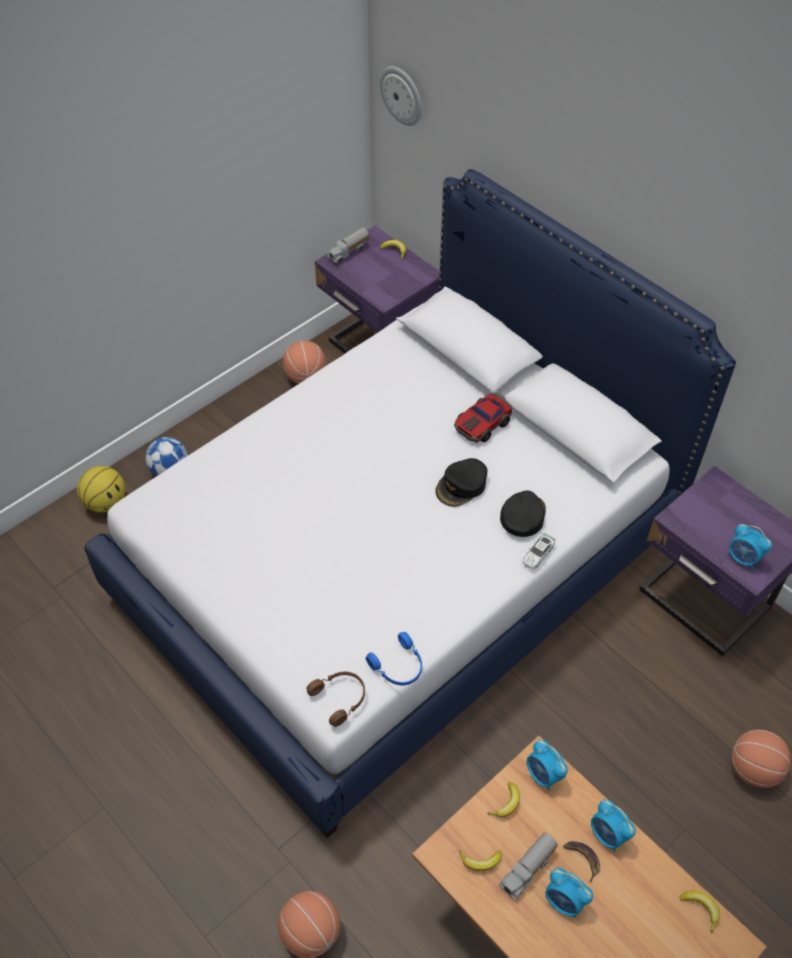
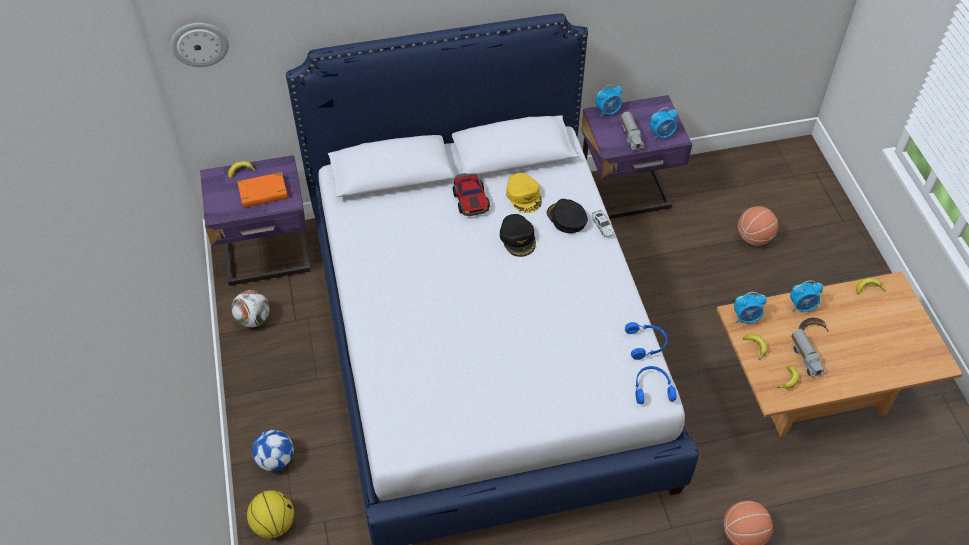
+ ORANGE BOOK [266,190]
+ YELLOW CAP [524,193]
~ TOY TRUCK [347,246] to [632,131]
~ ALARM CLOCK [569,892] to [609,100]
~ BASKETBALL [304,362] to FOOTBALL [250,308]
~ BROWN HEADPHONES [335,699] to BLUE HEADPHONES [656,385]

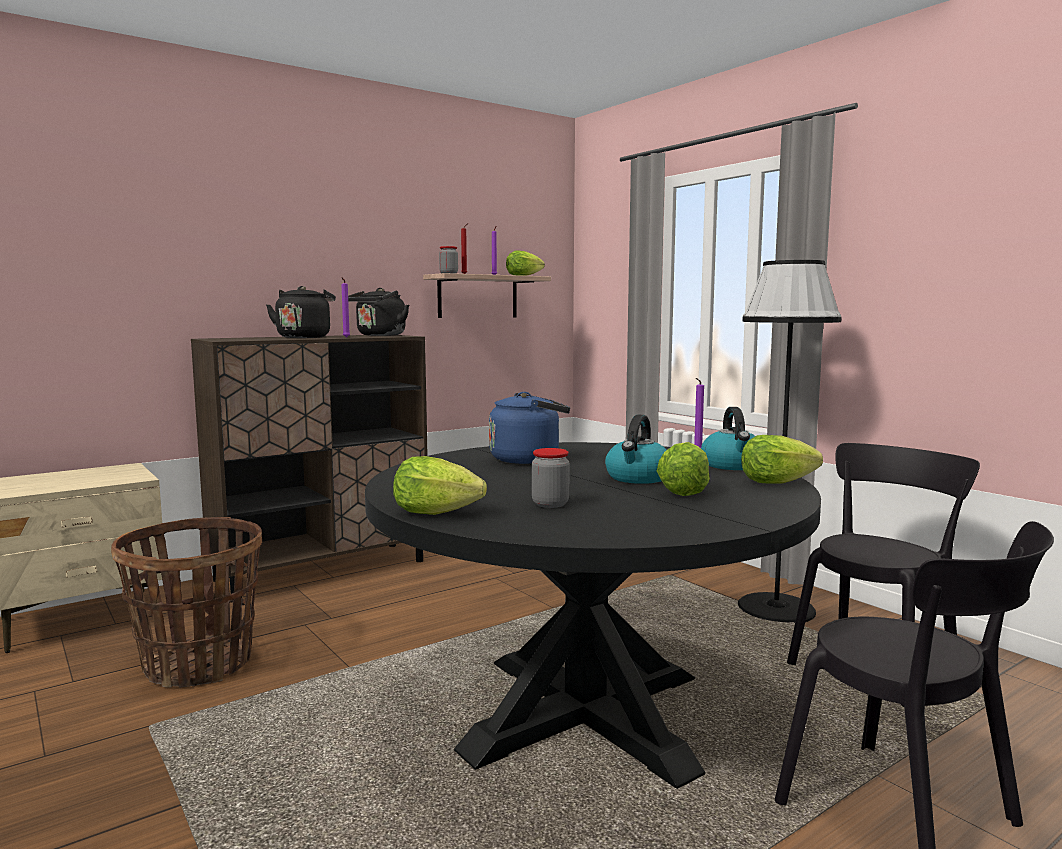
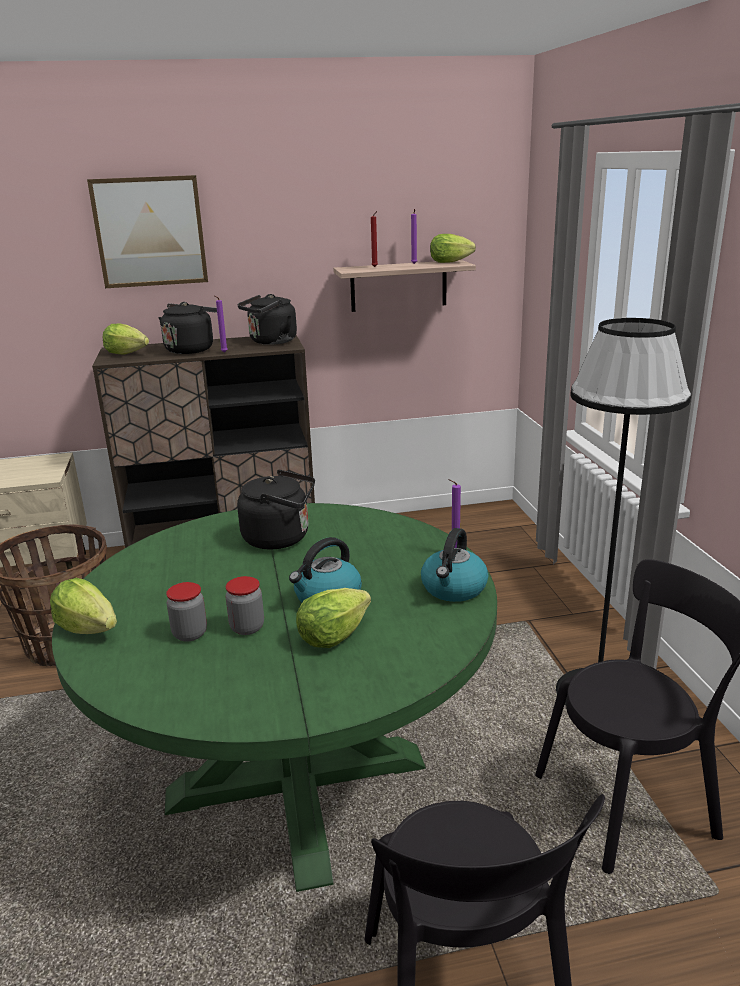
+ PICTURE [147,231]
~ JAR [448,260] to [245,605]
~ LETTUCE [782,459] to [126,339]
~ BLACK DINING TABLE [593,615] to GREEN DINING TABLE [274,697]
~ BLUE KETTLE [529,428] to BLACK KETTLE [276,510]

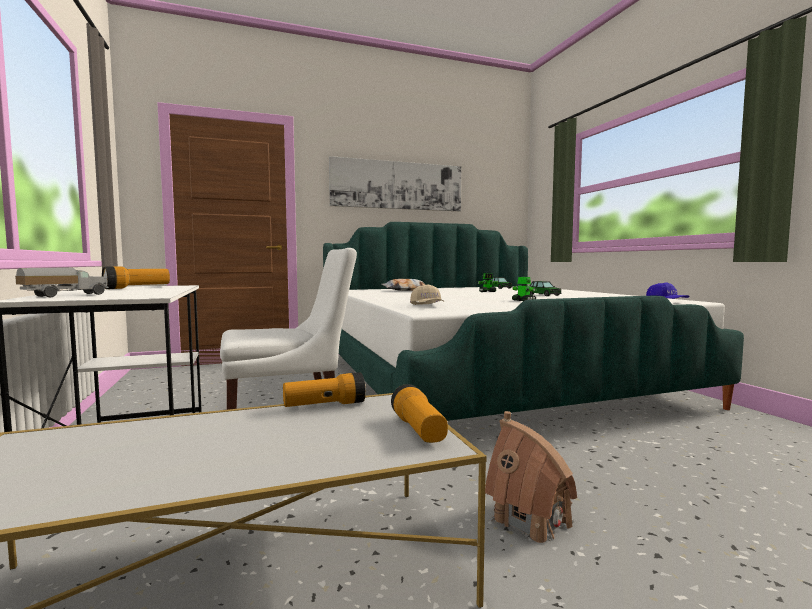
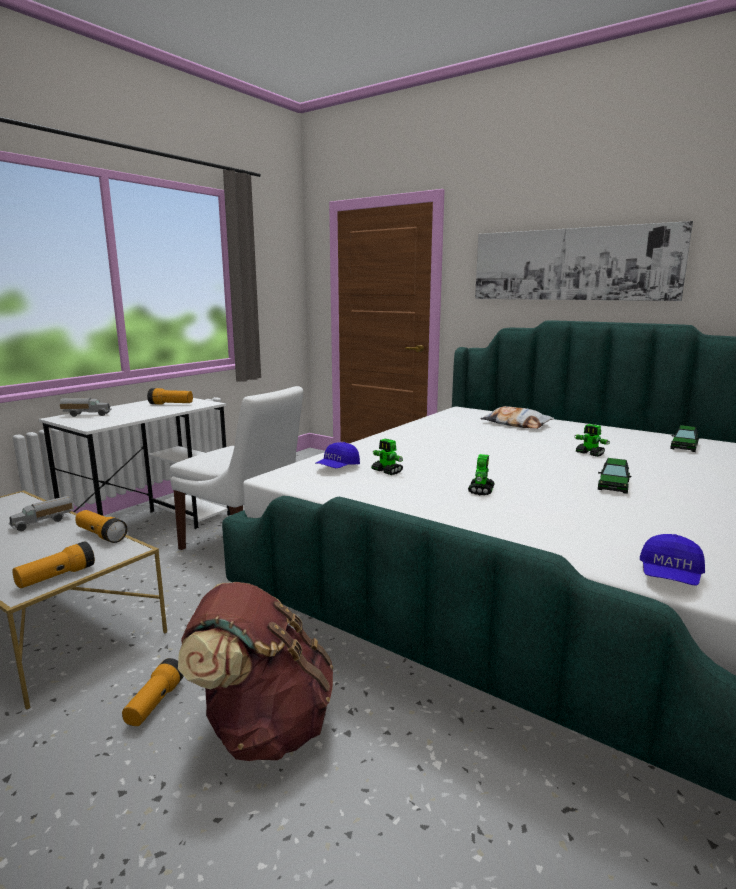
+ TOY TRUCK [41,513]
+ BROWN BACKPACK [255,671]
+ TOY ROBOT [387,457]
~ TOY HOUSE [531,478] to FLASHLIGHT [153,692]
~ BEIGE CAP [427,294] to BLUE CAP [337,455]

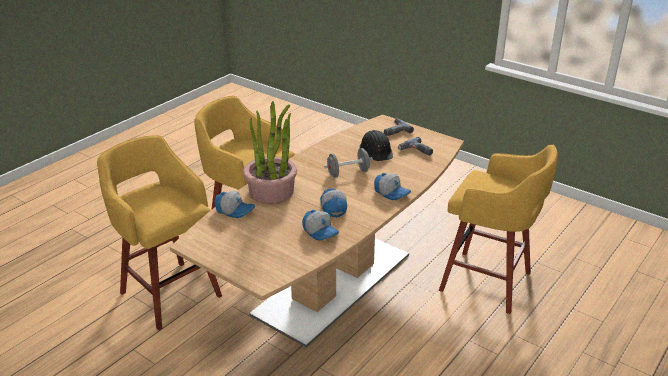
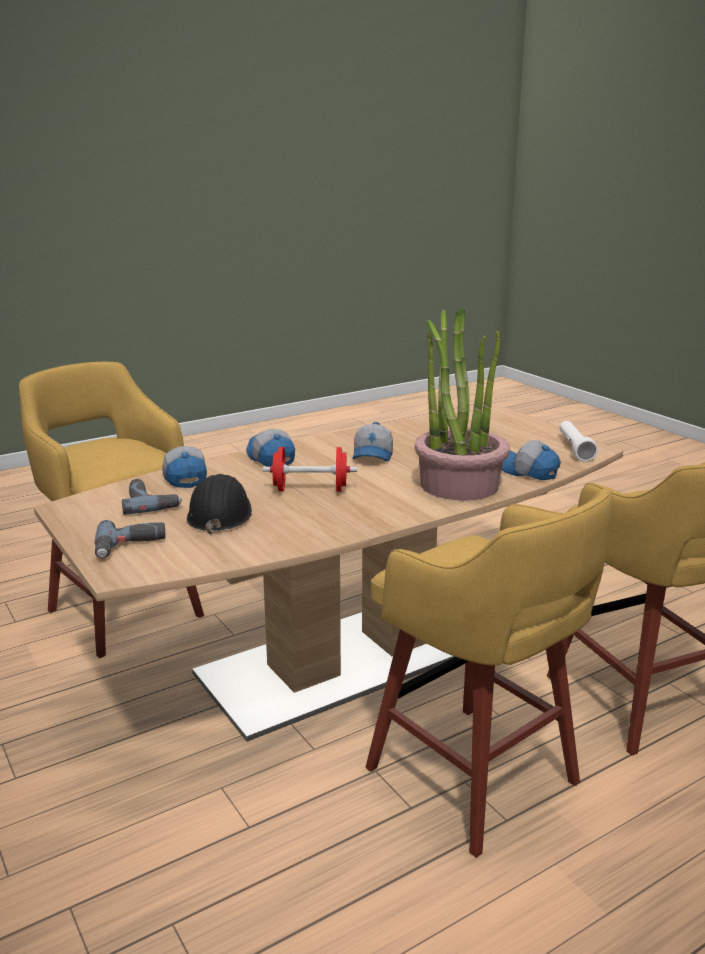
+ WHITE FLASHLIGHT [578,441]
~ CAP [320,225] to [184,467]
~ GREY DUMBBELL [348,163] to RED DUMBBELL [310,469]

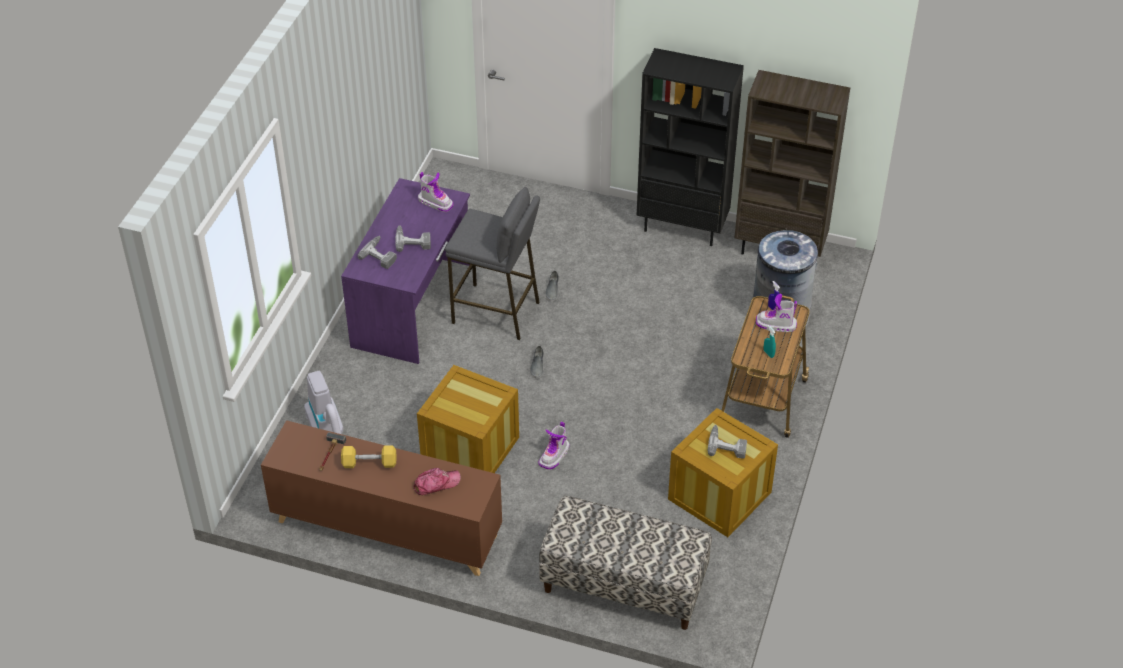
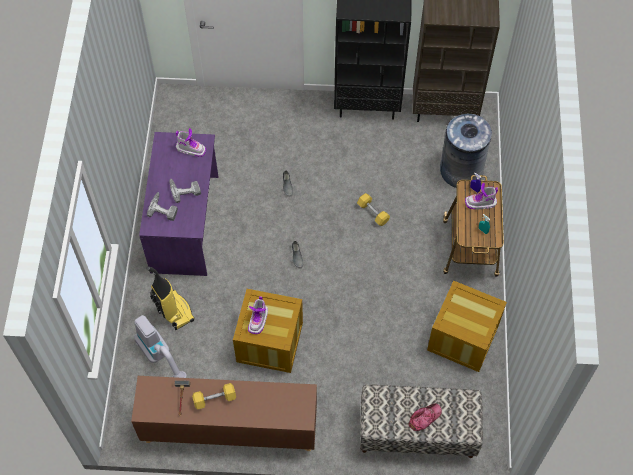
- GREY STOOL [492,263]
- POWER DRILL [727,442]
+ VACUUM CLEANER [170,298]
+ YELLOW DUMBBELL [373,209]
~ CAP [437,481] to [425,417]
~ BOOT [554,446] to [258,315]

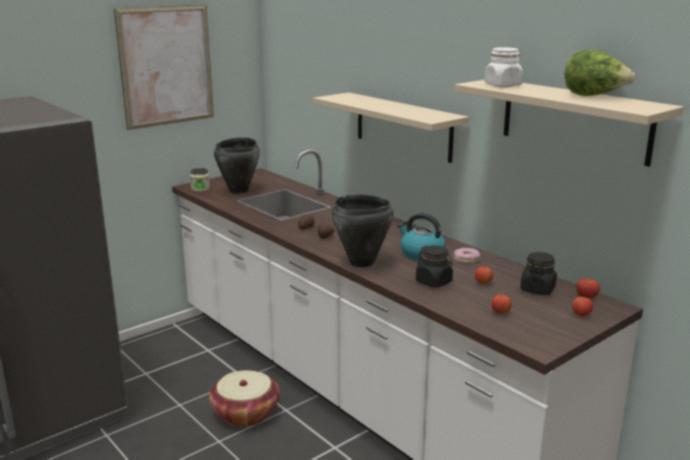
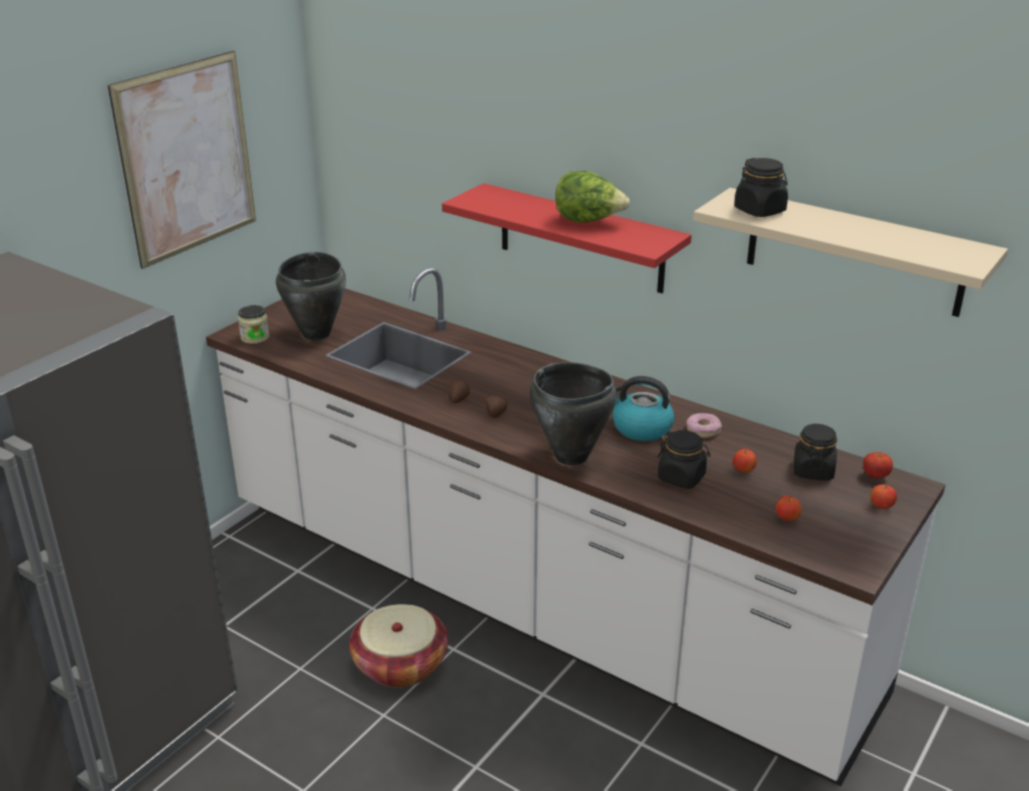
~ LETTUCE [600,73] to [592,197]
~ BEIGE SHELF [391,128] to RED SHELF [567,238]
~ WHITE JAR [503,67] to BLACK JAR [761,187]

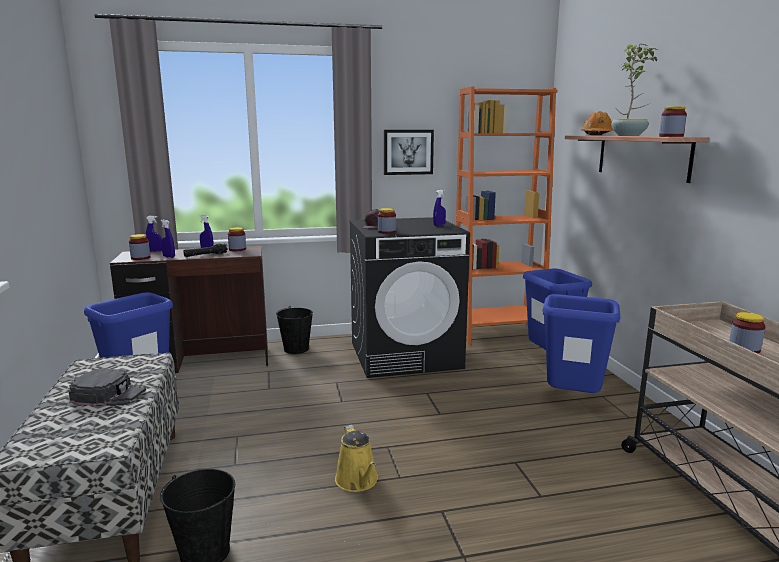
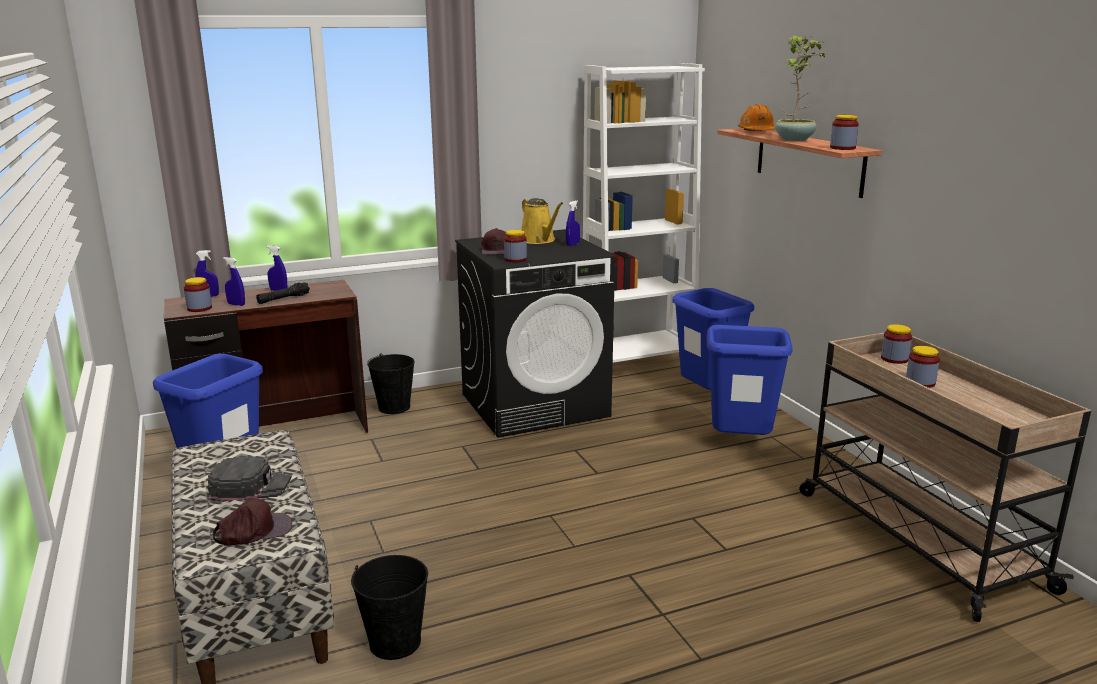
- PICTURE [409,152]
+ BROWN CAP [252,521]
~ JAR [237,239] to [896,344]
~ YELLOW WATERING CAN [356,458] to [542,221]
~ ORANGE BOOKCASE [507,215] to WHITE BOOKCASE [644,213]

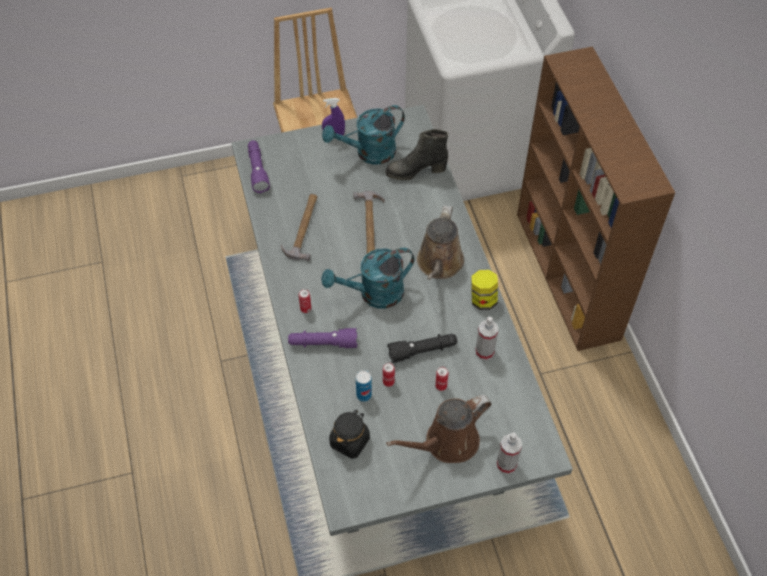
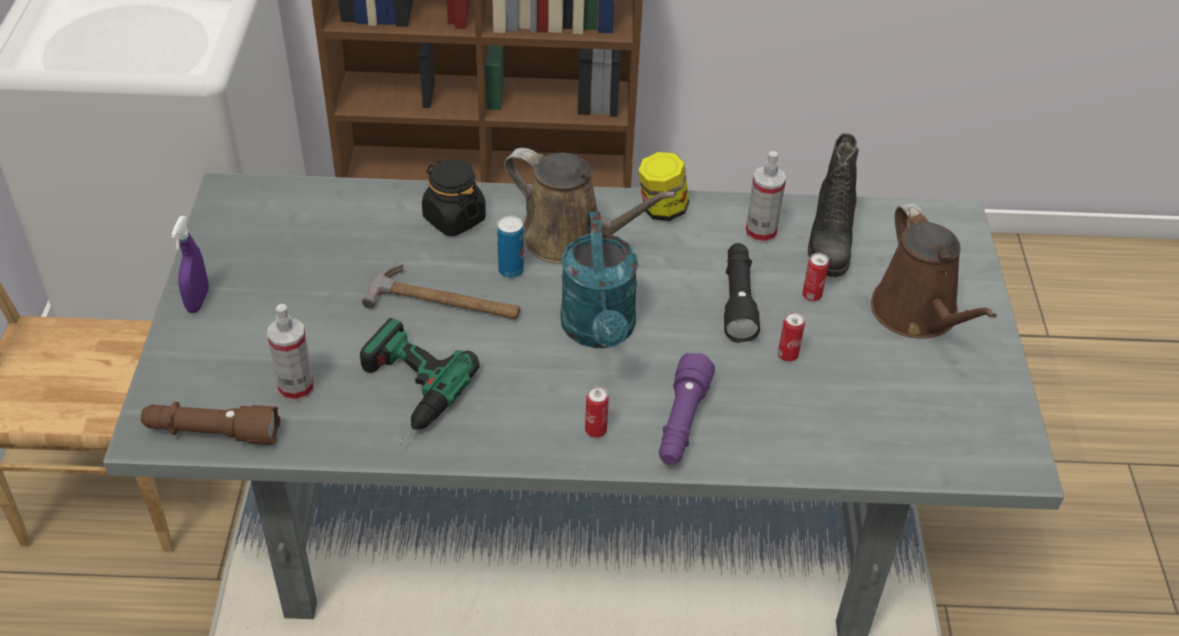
- TURQUOISE WATERING CAN [363,135]
~ BLACK JAR [349,434] to [454,198]
~ CAN [364,386] to [510,246]
~ BLACK BOOT [417,154] to [833,205]
~ SPRAY BOTTLE [509,453] to [290,353]
~ HAMMER [299,227] to POWER DRILL [419,382]
~ PURPLE FLASHLIGHT [259,166] to BROWN FLASHLIGHT [210,423]

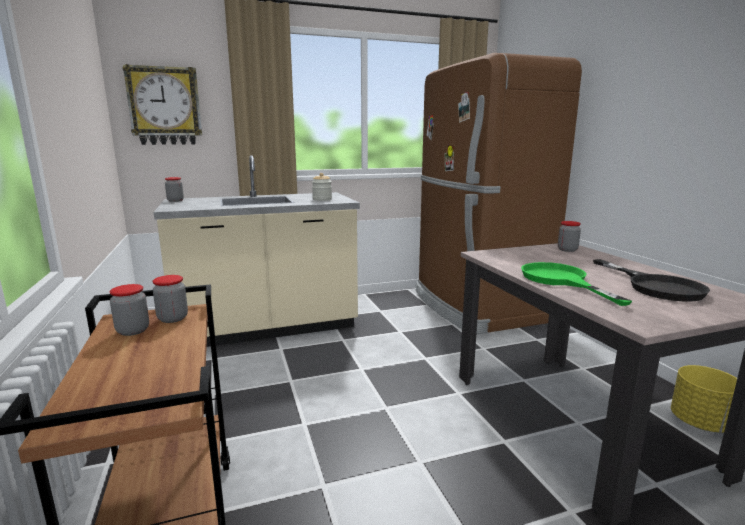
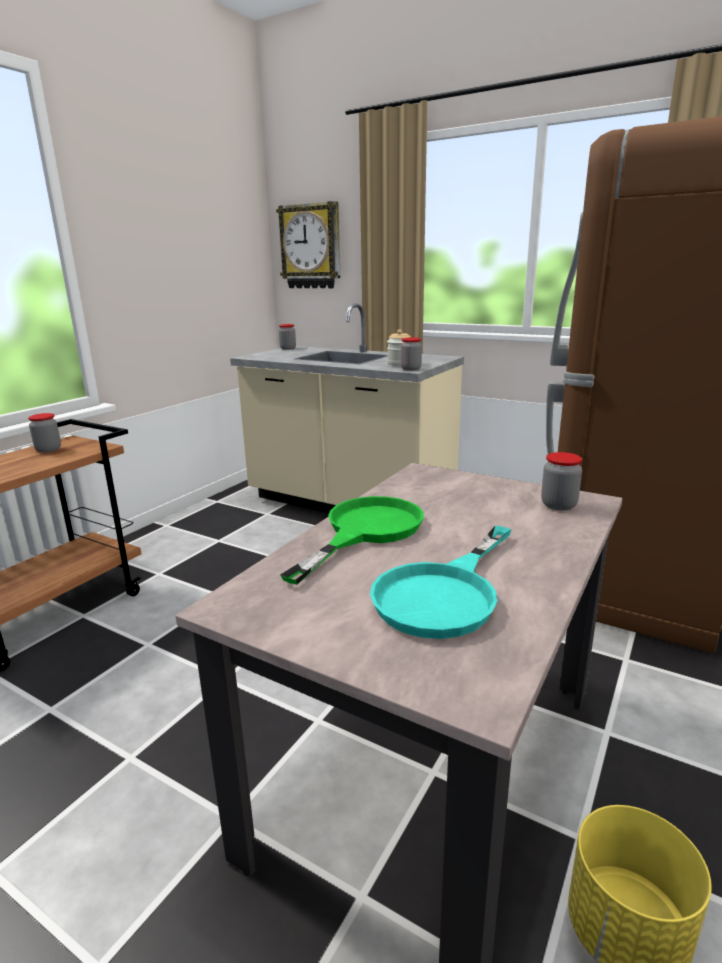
~ JAR [170,299] to [411,354]
~ BLACK FRYING PAN [651,280] to TURQUOISE FRYING PAN [441,582]

